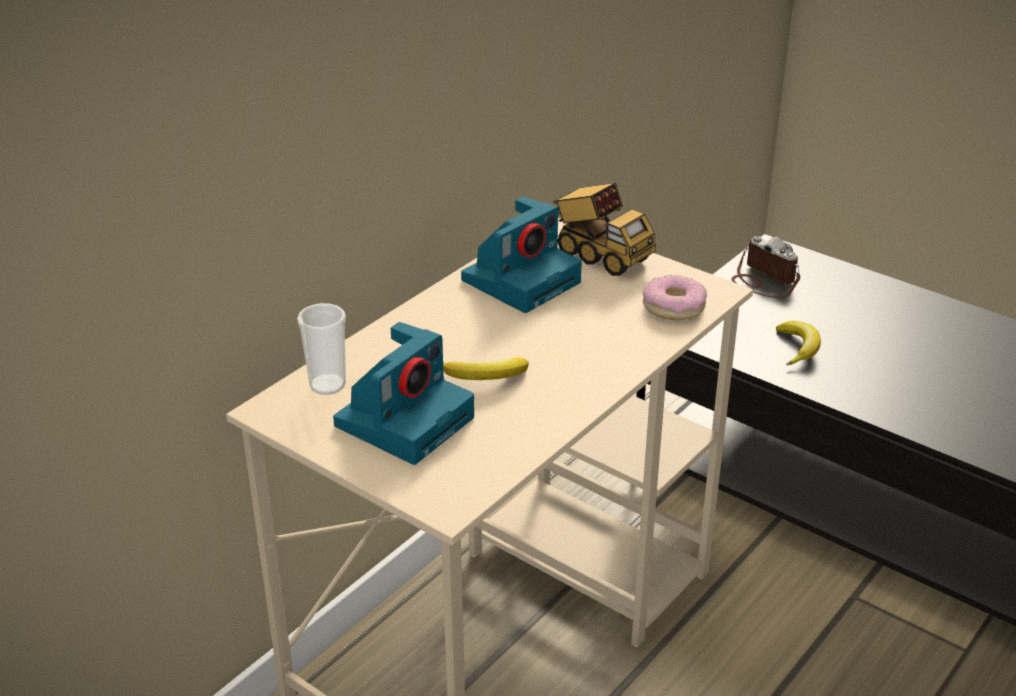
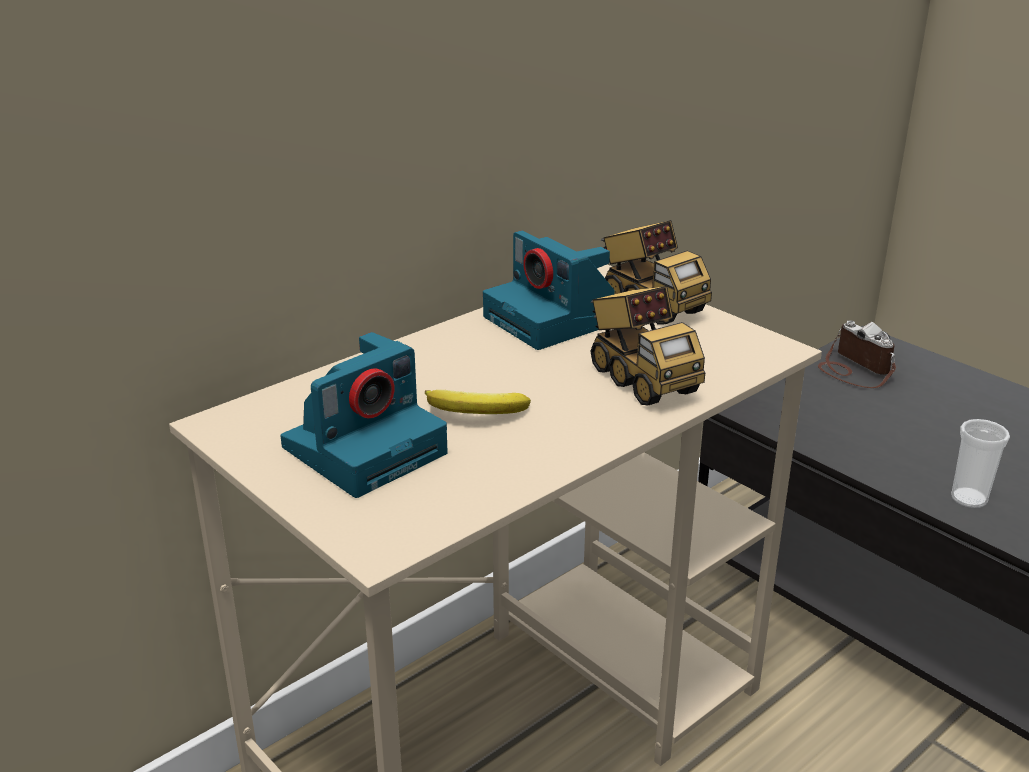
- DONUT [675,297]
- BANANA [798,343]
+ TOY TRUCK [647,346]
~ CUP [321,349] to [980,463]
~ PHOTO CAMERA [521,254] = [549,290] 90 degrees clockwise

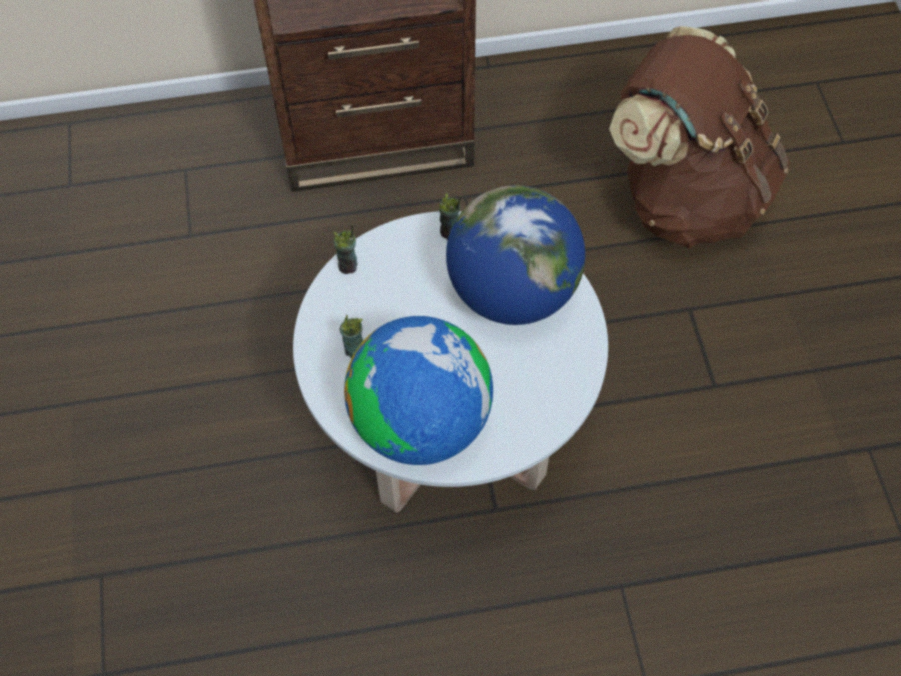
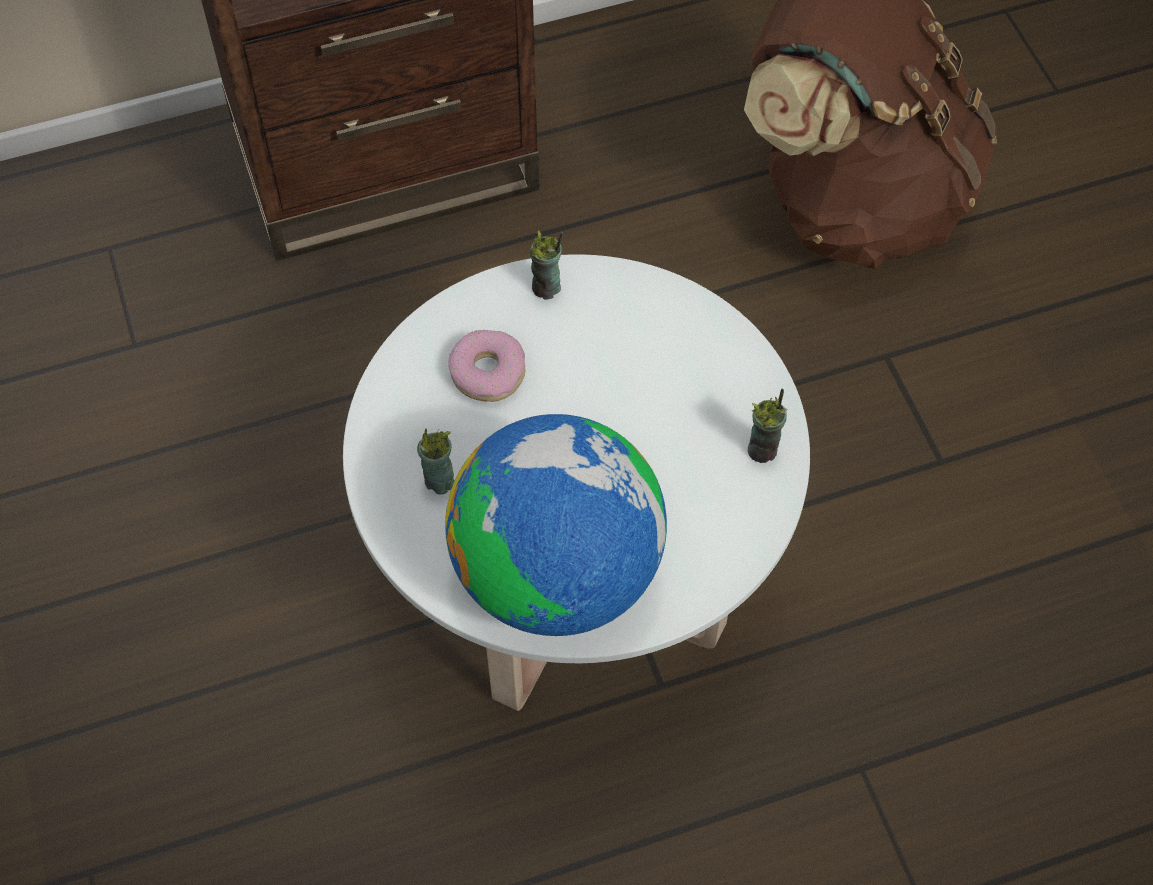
- GLOBE [515,255]
+ DONUT [486,366]
~ CUP [346,249] to [768,426]

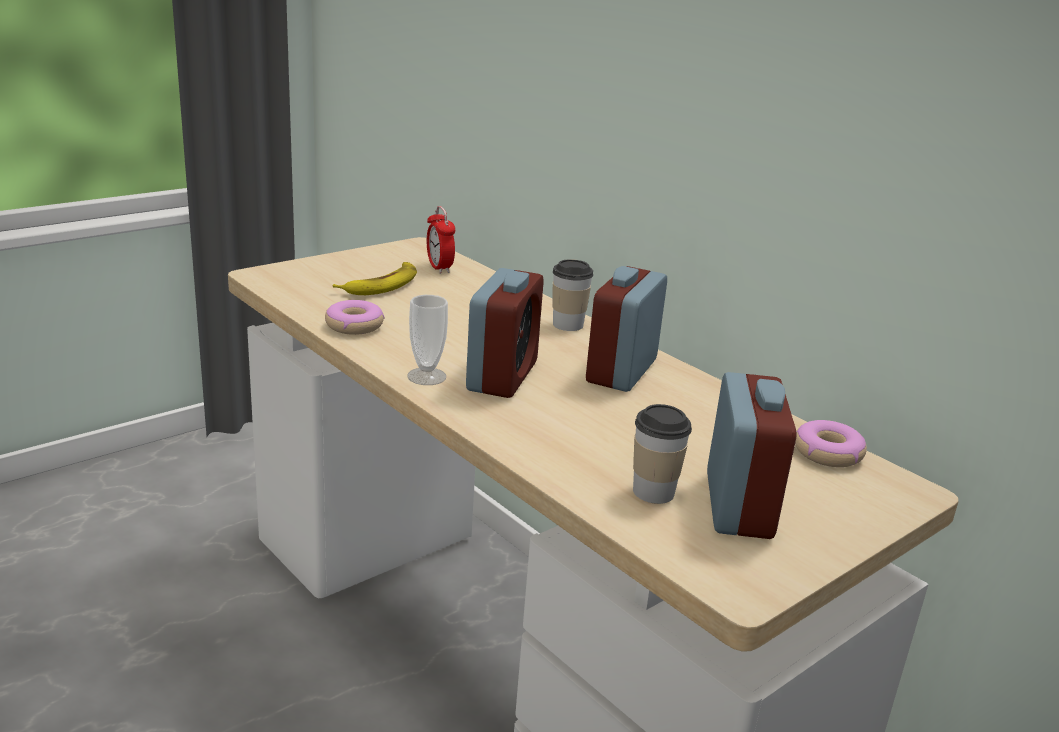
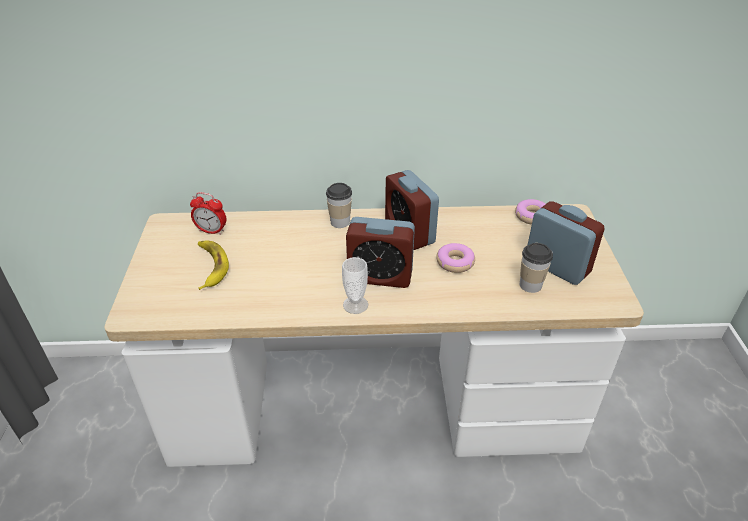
~ DONUT [355,317] to [455,258]
~ ALARM CLOCK [505,333] = [380,252] 135 degrees clockwise

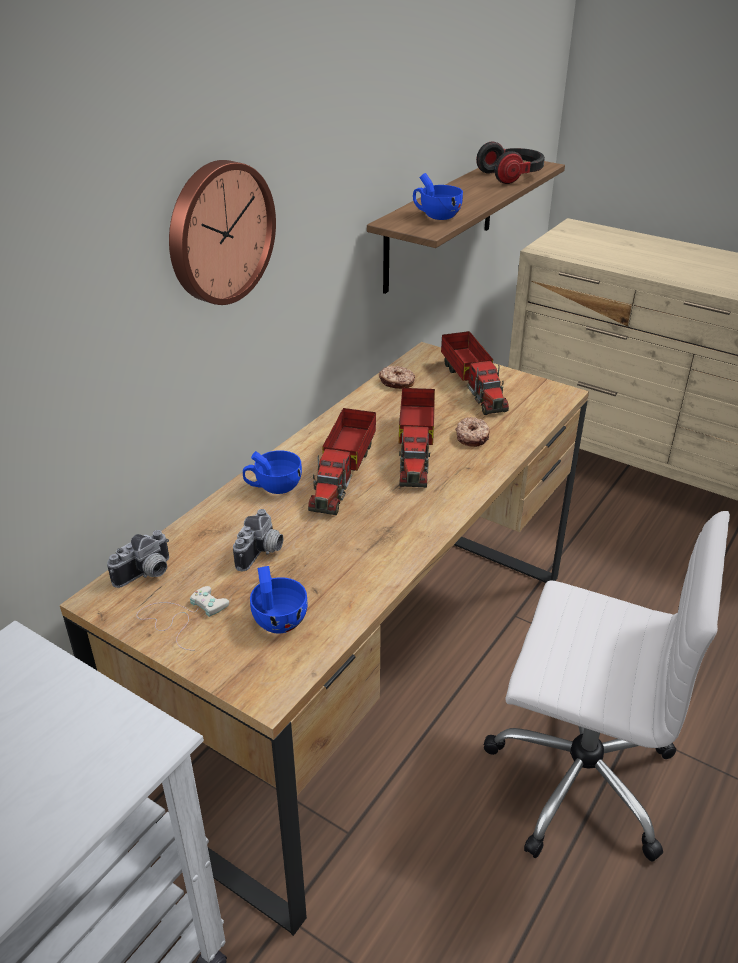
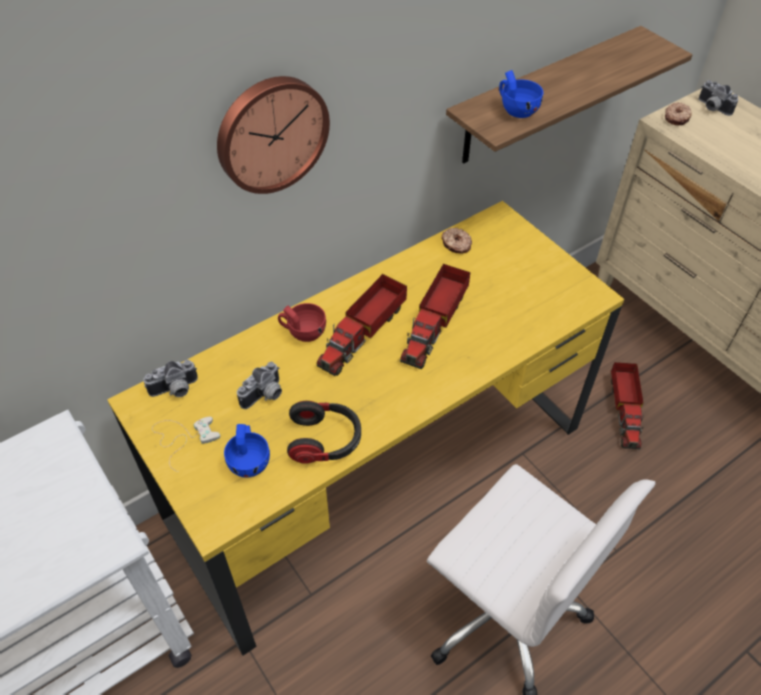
+ PHOTO CAMERA [718,98]
~ TOY TRUCK [475,373] to [627,405]
~ DONUT [472,432] to [678,114]
~ HEADPHONES [510,163] to [324,432]
~ BROWN DESK [324,639] to YELLOW DESK [365,428]
~ BLUE CUP [272,472] to RED CUP [302,322]

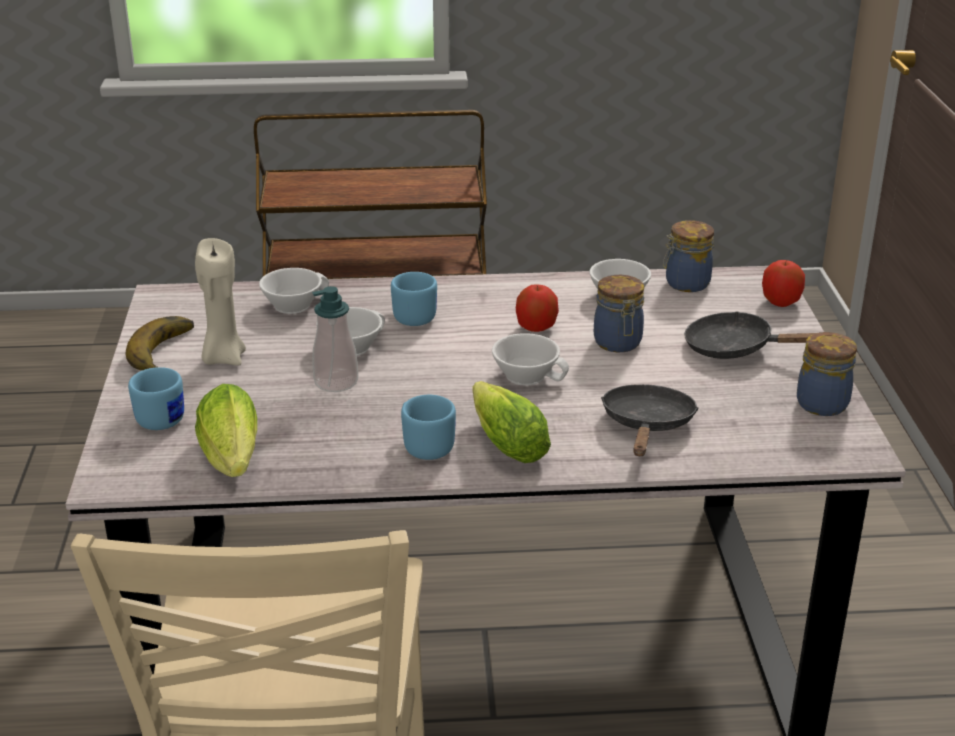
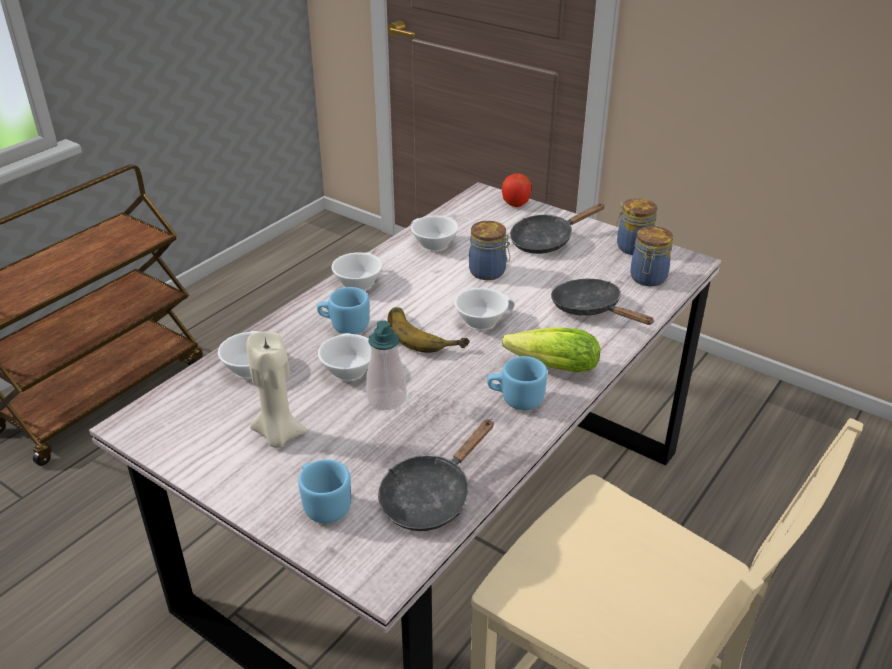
- APPLE [537,308]
+ WHITE CUP [357,271]
~ BANANA [160,343] to [429,330]
~ JAR [688,256] to [651,256]
~ LETTUCE [226,430] to BLACK FRYING PAN [436,475]

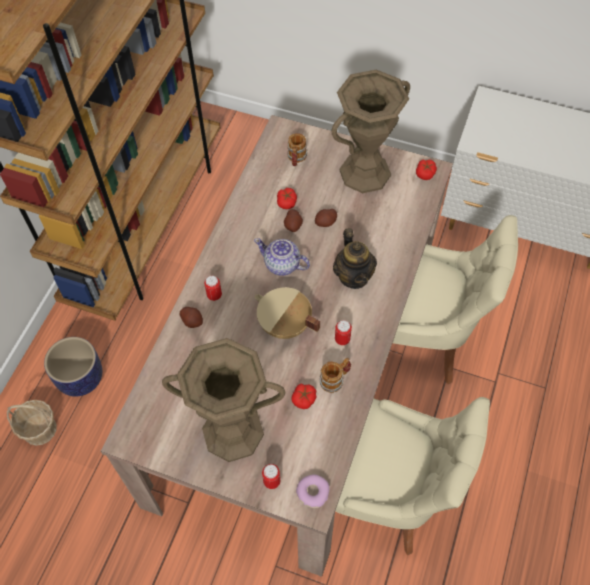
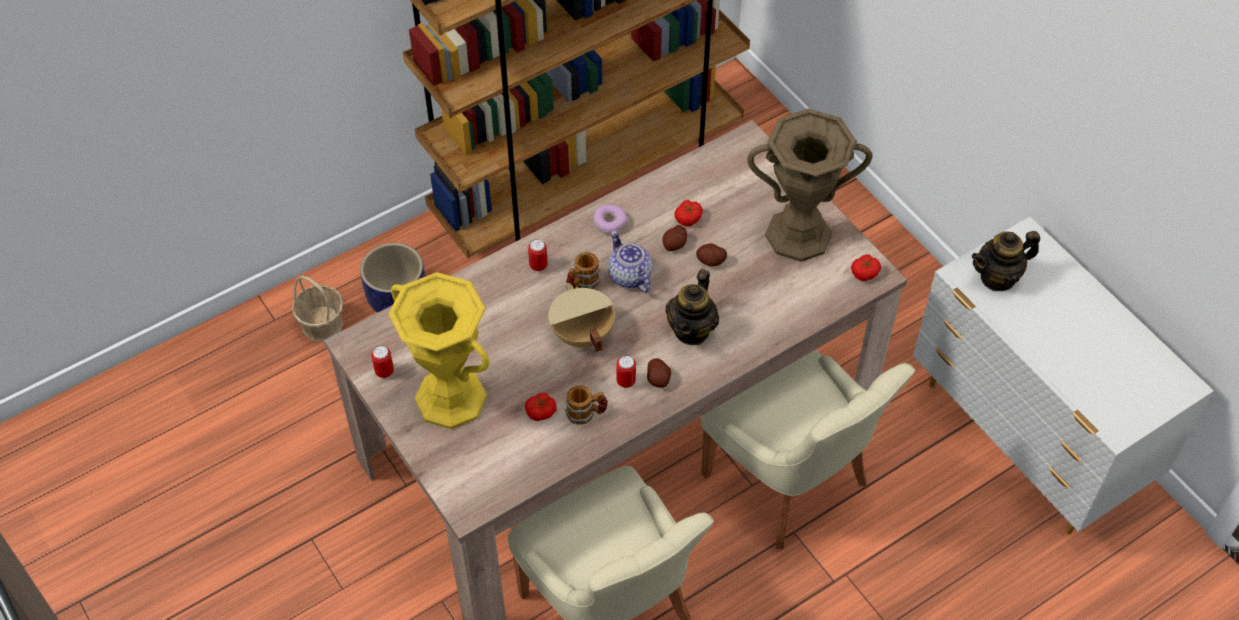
+ TEAPOT [1006,261]
~ POTATO [191,317] to [659,373]
~ CAN [271,476] to [382,362]
~ MUG [297,149] to [583,270]
~ DONUT [313,491] to [610,220]
~ BROWN VASE [223,400] to YELLOW VASE [438,350]

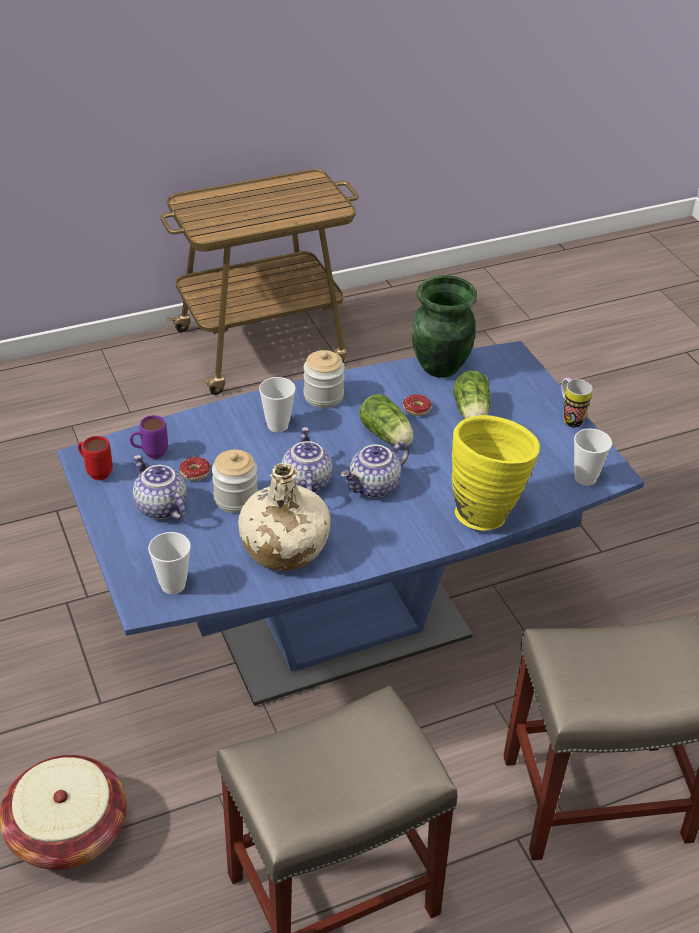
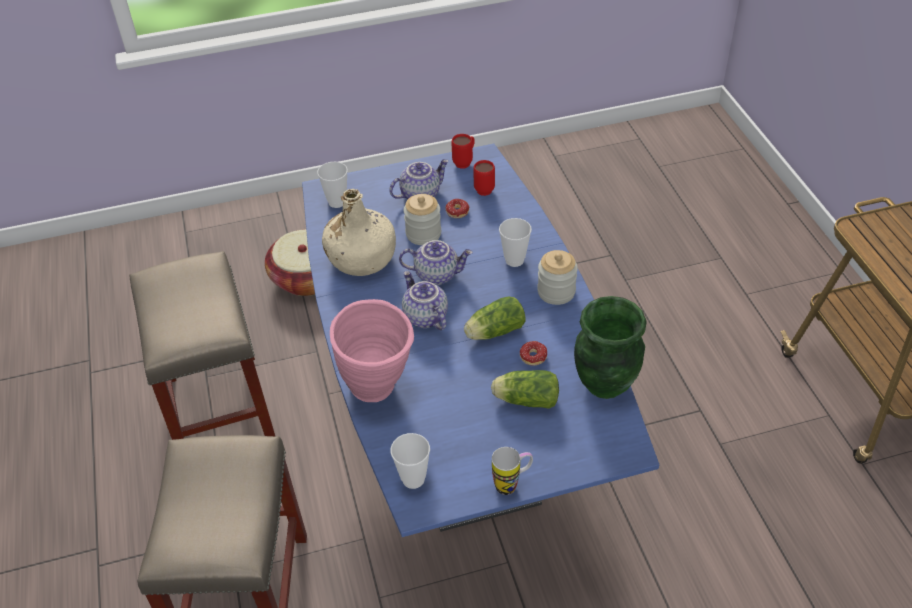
~ PURPLE MUG [149,437] to RED MUG [484,178]
~ YELLOW VASE [496,473] to PINK VASE [372,350]

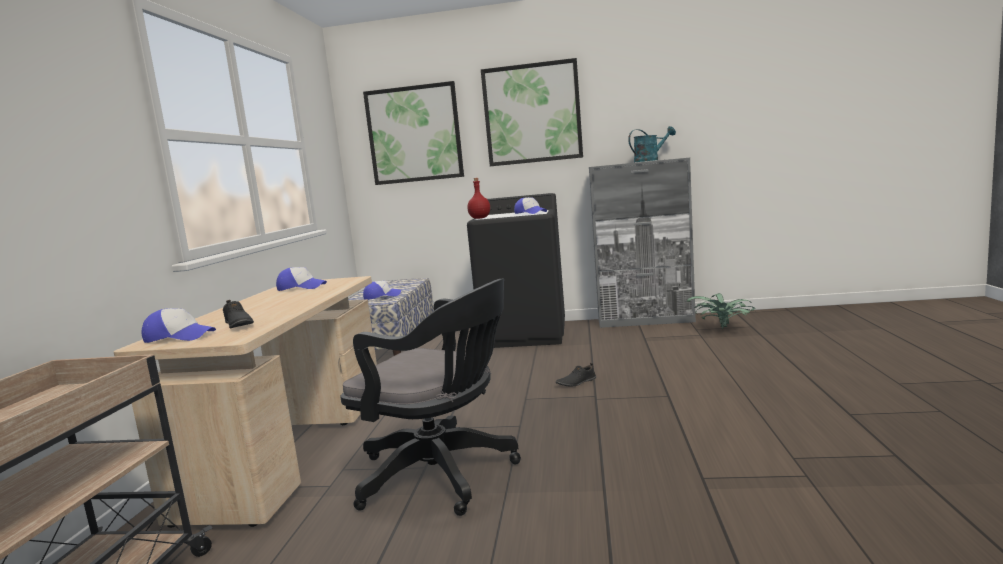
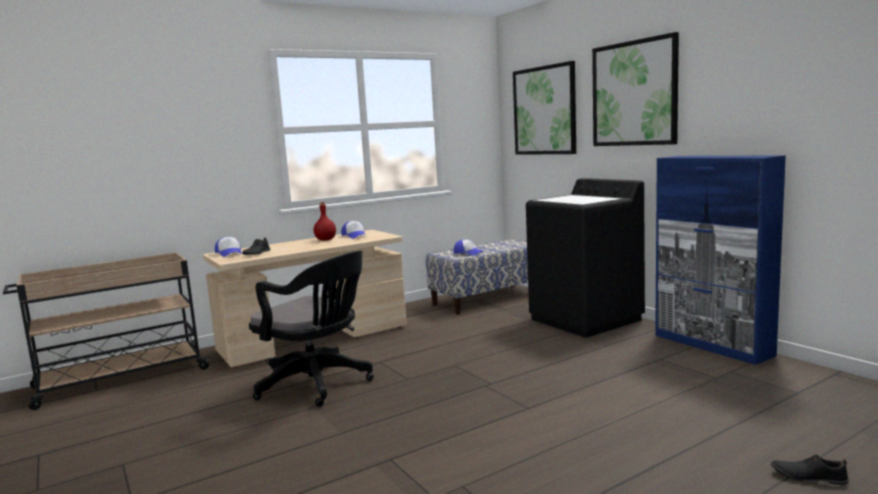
- CAP [530,205]
- TURQUOISE WATERING CAN [652,144]
- POTTED PLANT [721,311]
~ RED BOTTLE [478,198] to [325,221]
~ BLACK SHOE [576,375] to [810,469]
~ GREY CABINET [642,243] to BLUE CABINET [720,260]
~ BLACK OFFICE CHAIR [430,397] = [311,329] 45 degrees counterclockwise

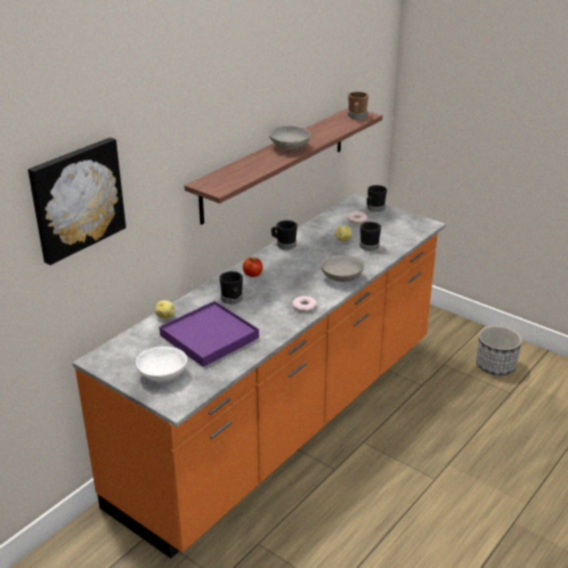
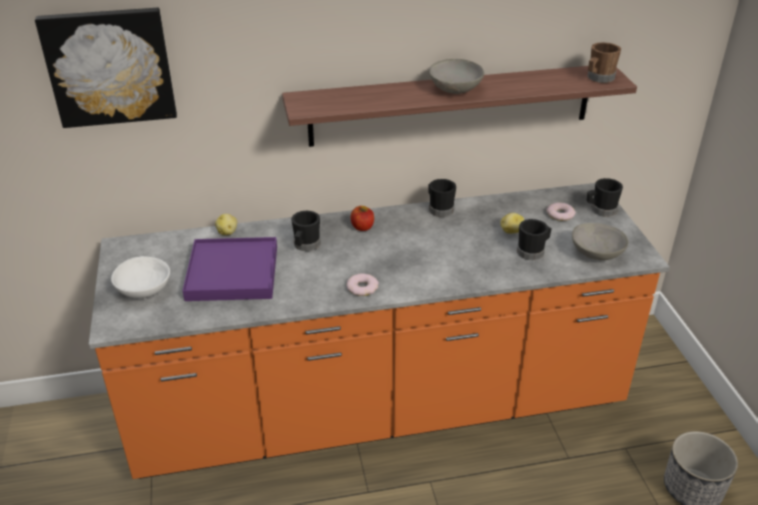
~ GREY BOWL [342,268] to [600,241]

